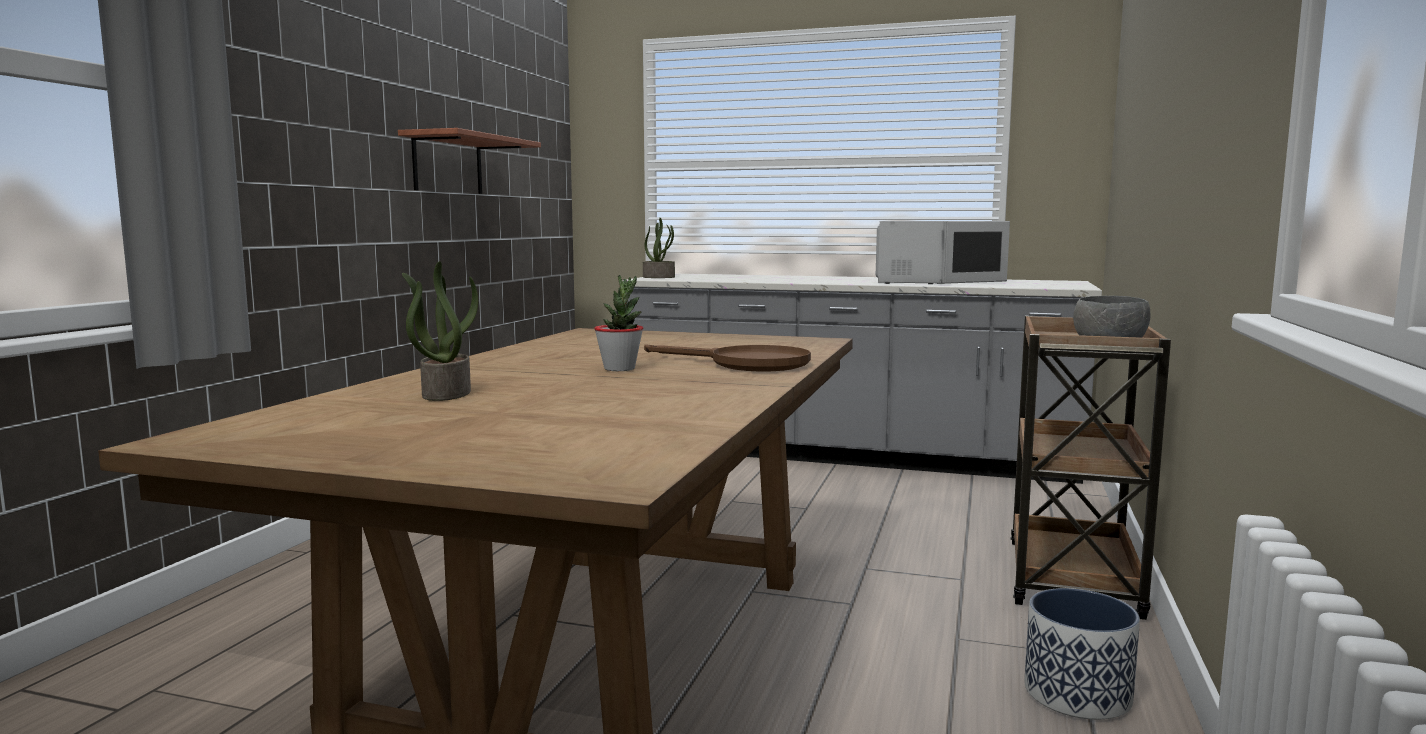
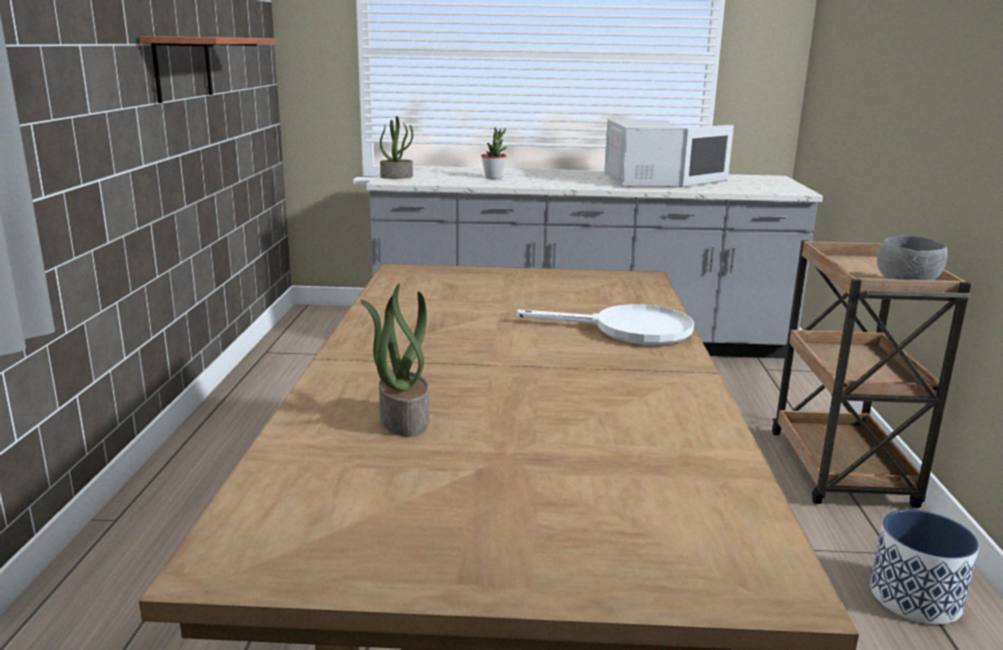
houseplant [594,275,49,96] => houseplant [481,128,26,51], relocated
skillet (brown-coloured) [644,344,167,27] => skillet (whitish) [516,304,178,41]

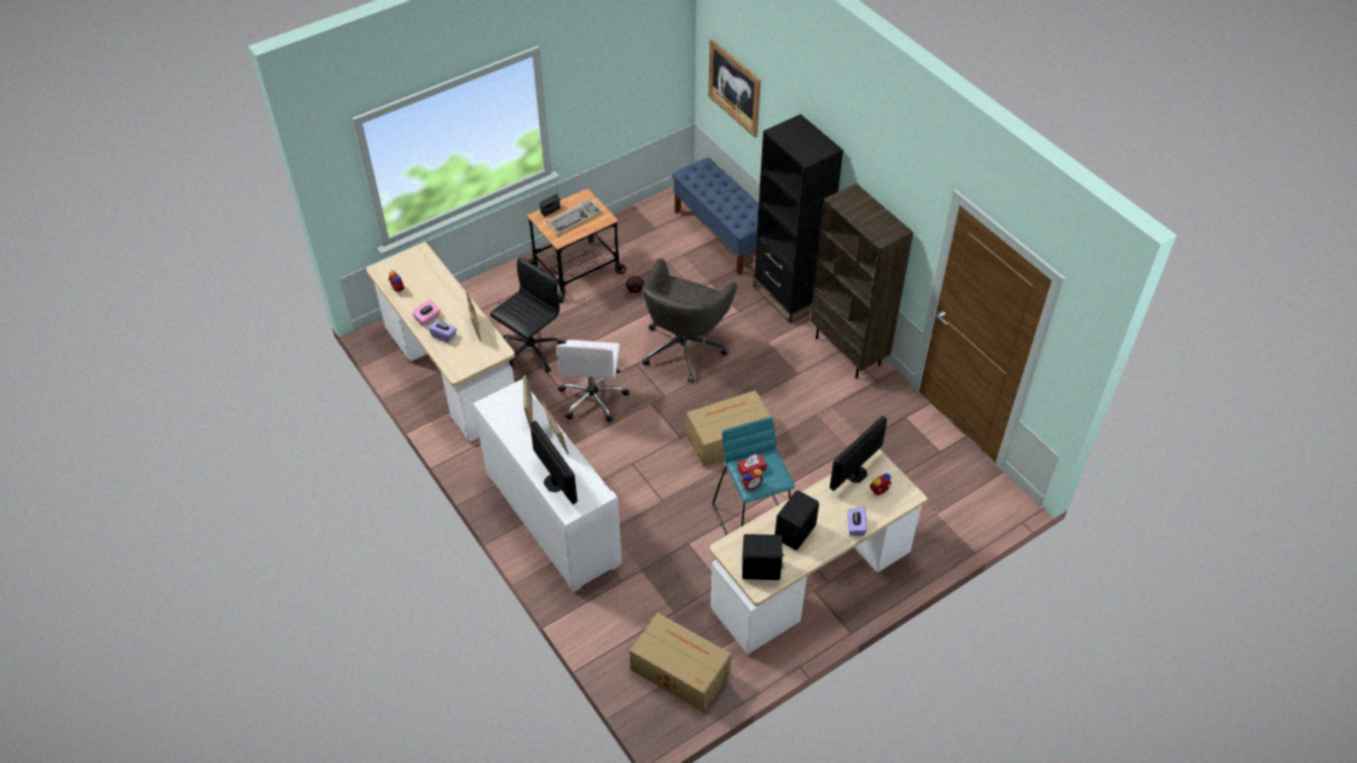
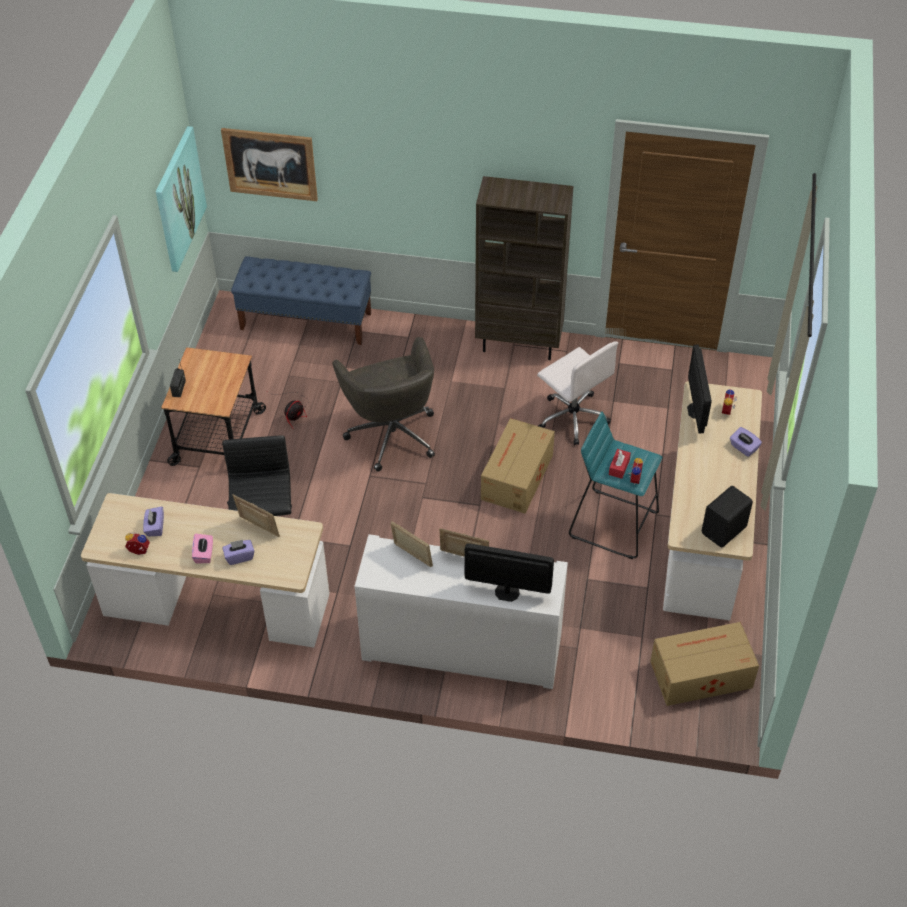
nothing => box of tissues (purplish) [143,506,21,30]
nothing => picture [156,126,51,146]
office chair (whitish) [556,340,73,82] => office chair (whitish) [537,341,81,105], relocated
keyboard [546,199,57,36] => nothing
bookshelf (black-coloured) [753,114,90,210] => nothing
speaker (black-coloured) [775,490,44,60] => nothing

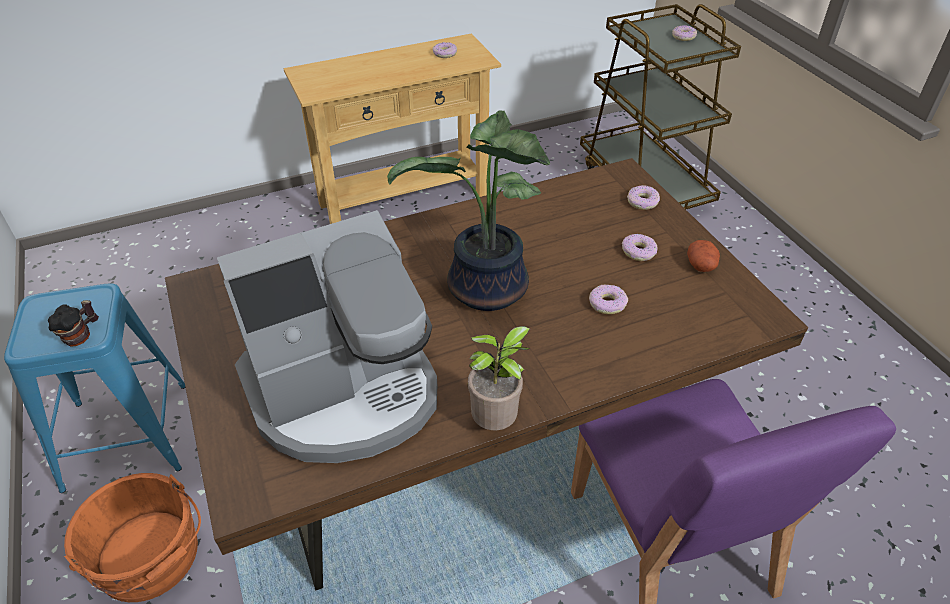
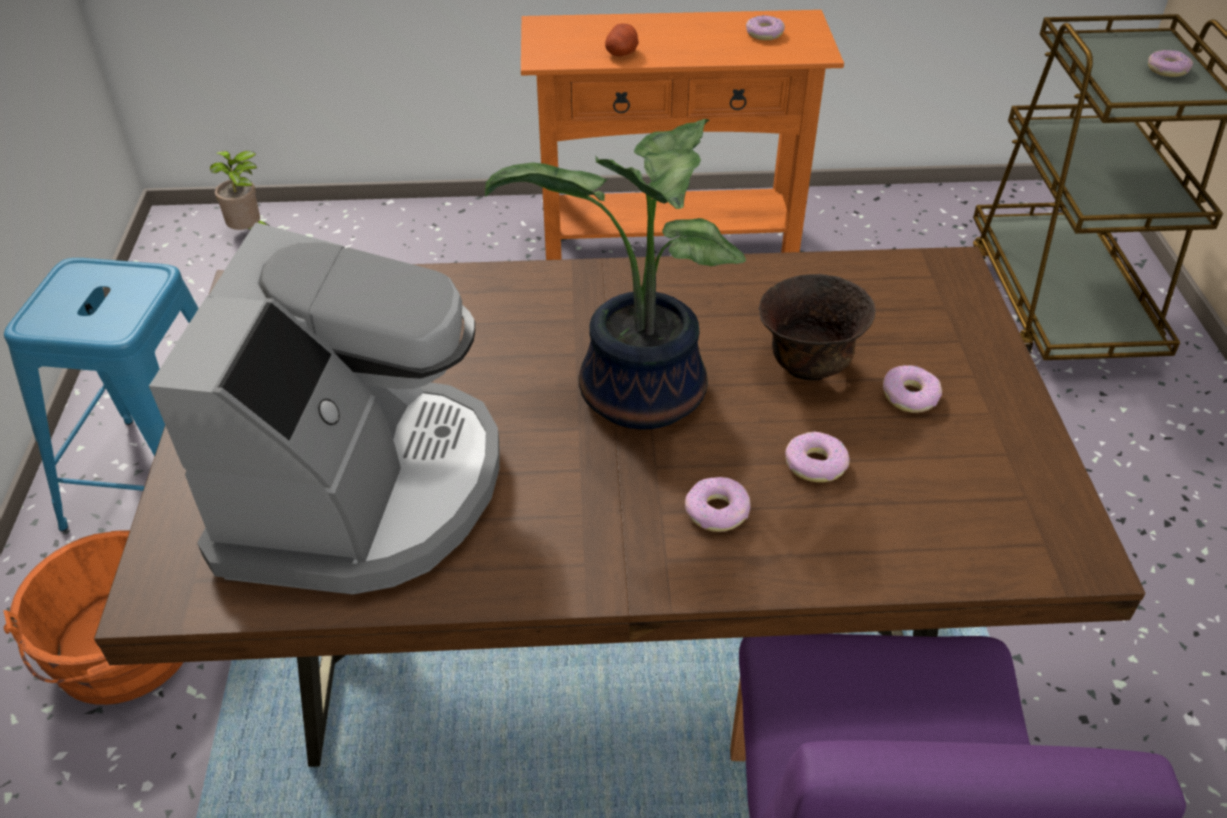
coffee maker [217,210,220,253] => coffee maker [149,222,351,372], 75 degrees counterclockwise
houseplant [468,326,62,104] => houseplant [210,151,59,79], relocated
narrow table (beige-coloured) [283,33,218,191] => narrow table (orange) [521,10,323,250]
potato [687,240,33,32] => potato [605,23,34,33], relocated
doughnut [627,185,33,25] => doughnut [685,477,65,55], relocated
nothing => serving bowl (brown-coloured) [759,274,117,107]
coffee mug [48,300,51,47] => nothing

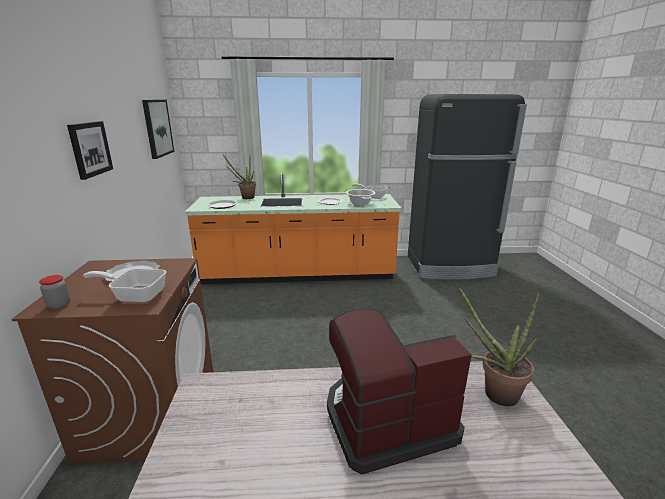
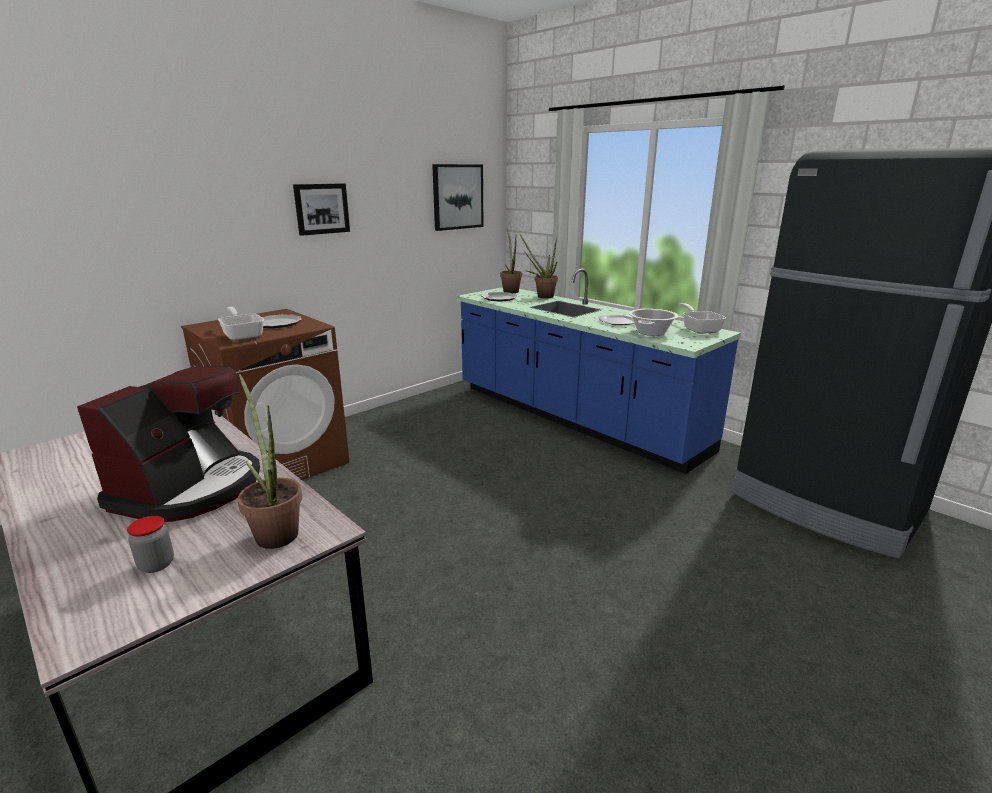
coffee maker [327,308,145,166] => coffee maker [77,366,183,156], 75 degrees clockwise
preserve jar [39,275,31,34] => preserve jar [127,516,47,57], relocated
counter (orange) [185,173,217,111] => counter (bluish) [456,269,285,205]
nothing => houseplant [500,231,22,62]

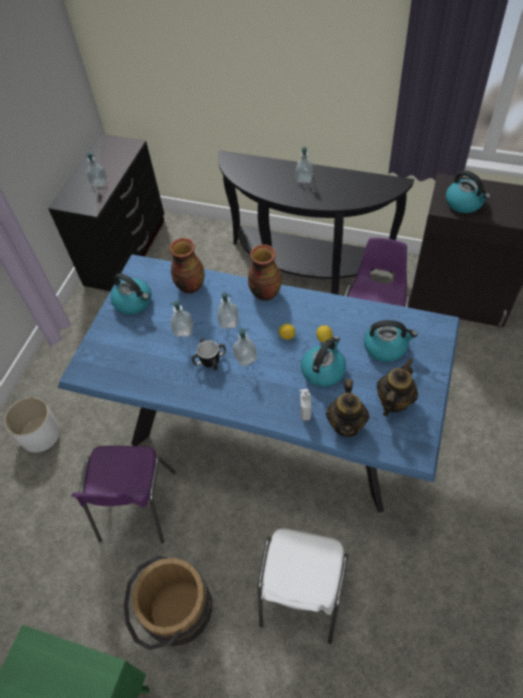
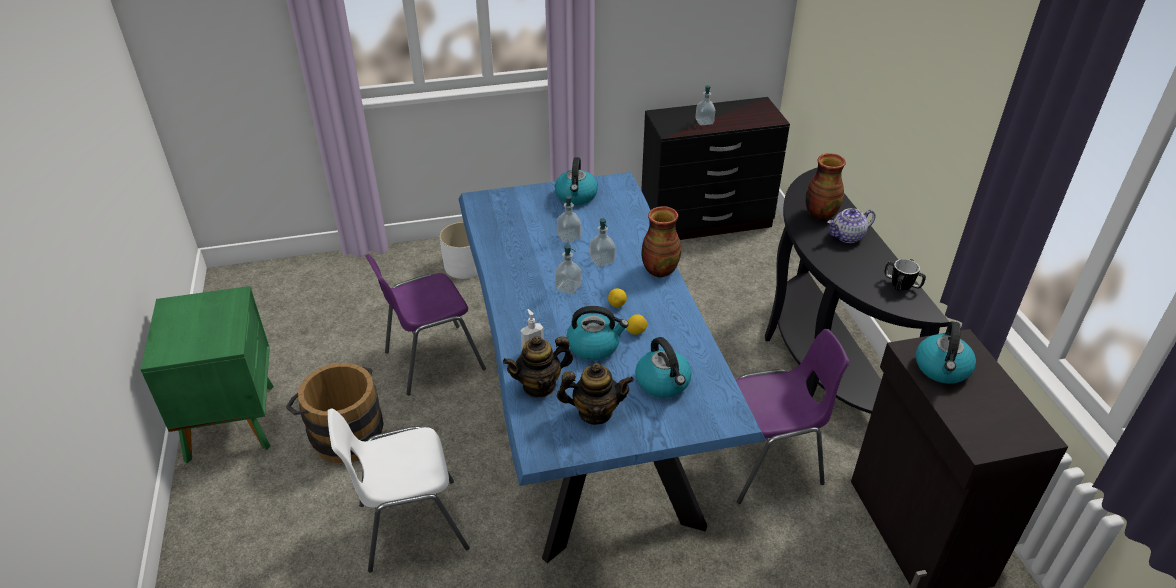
flower vase [170,238,35,55] => flower vase [805,153,41,67], relocated
soap bottle [296,147,17,36] => teapot [828,208,47,35]
coffee mug [192,339,34,32] => coffee mug [885,259,41,32], relocated

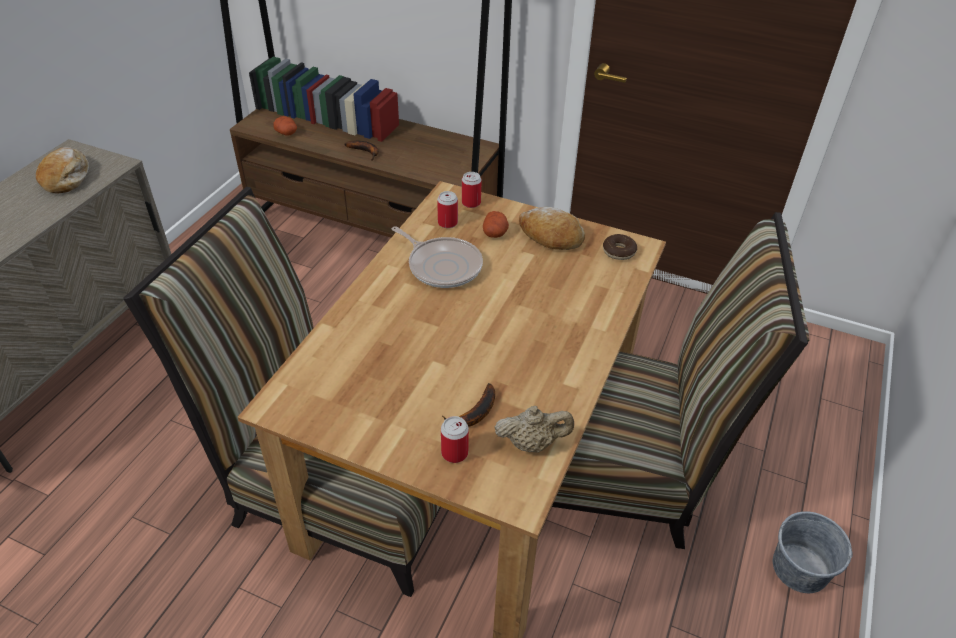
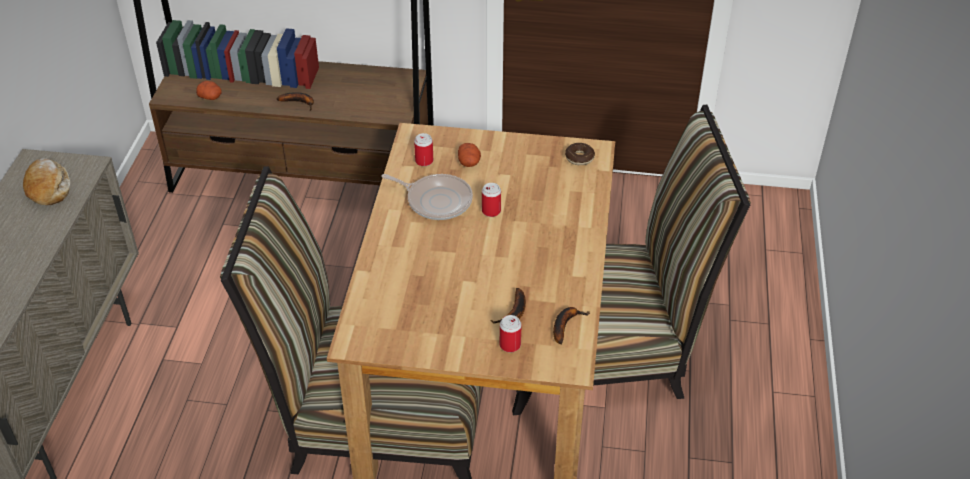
sealed can [462,172,20,36] => sealed can [482,183,19,34], relocated
teapot (beige-coloured) [495,406,79,47] => banana [553,307,36,38]
bakery bread [519,207,66,43] => nothing
bucket (greyish) [773,511,80,82] => nothing

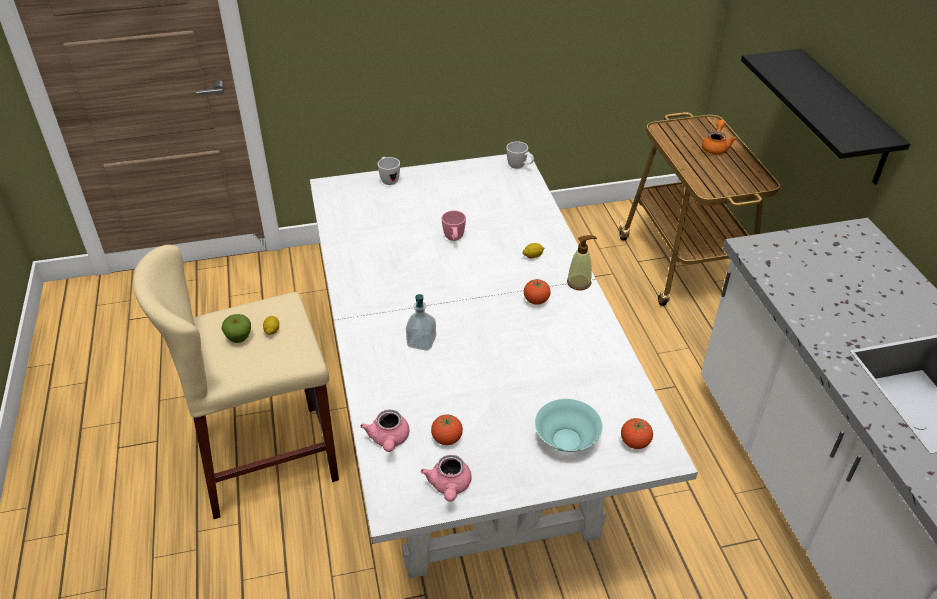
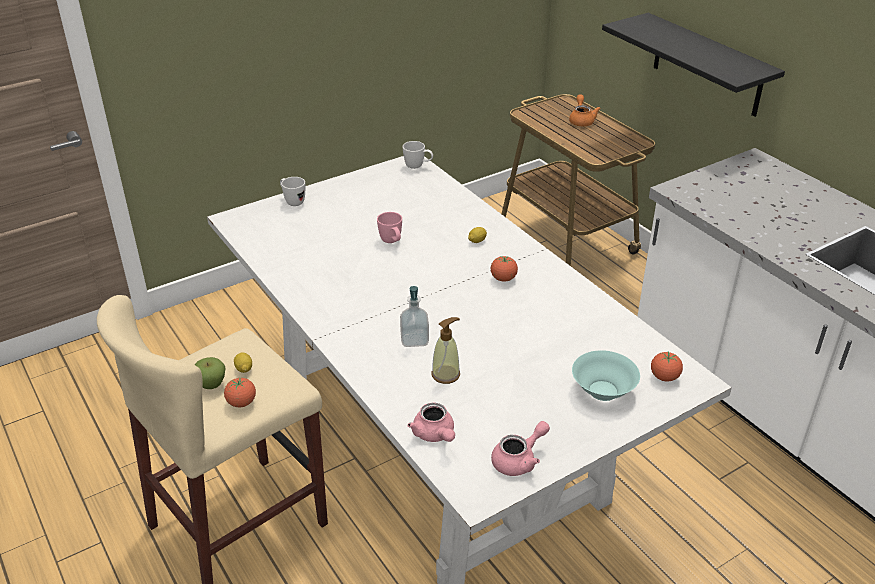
whole tomato [431,415,32,30] => whole tomato [224,378,32,29], relocated
soap bottle [567,235,30,55] => soap bottle [431,317,29,67], relocated
teapot (pink-coloured) [421,455,50,47] => teapot (pink-coloured) [491,421,59,55], 105 degrees counterclockwise

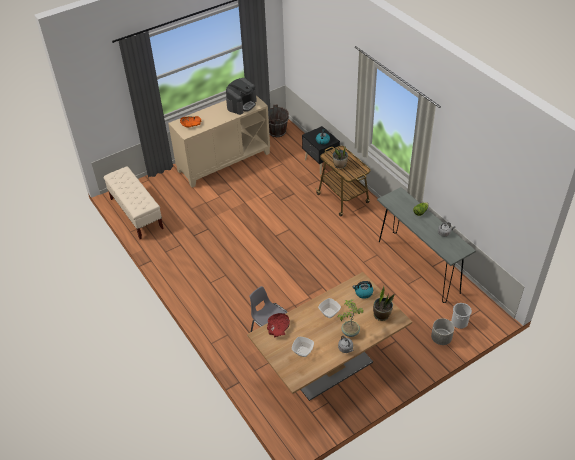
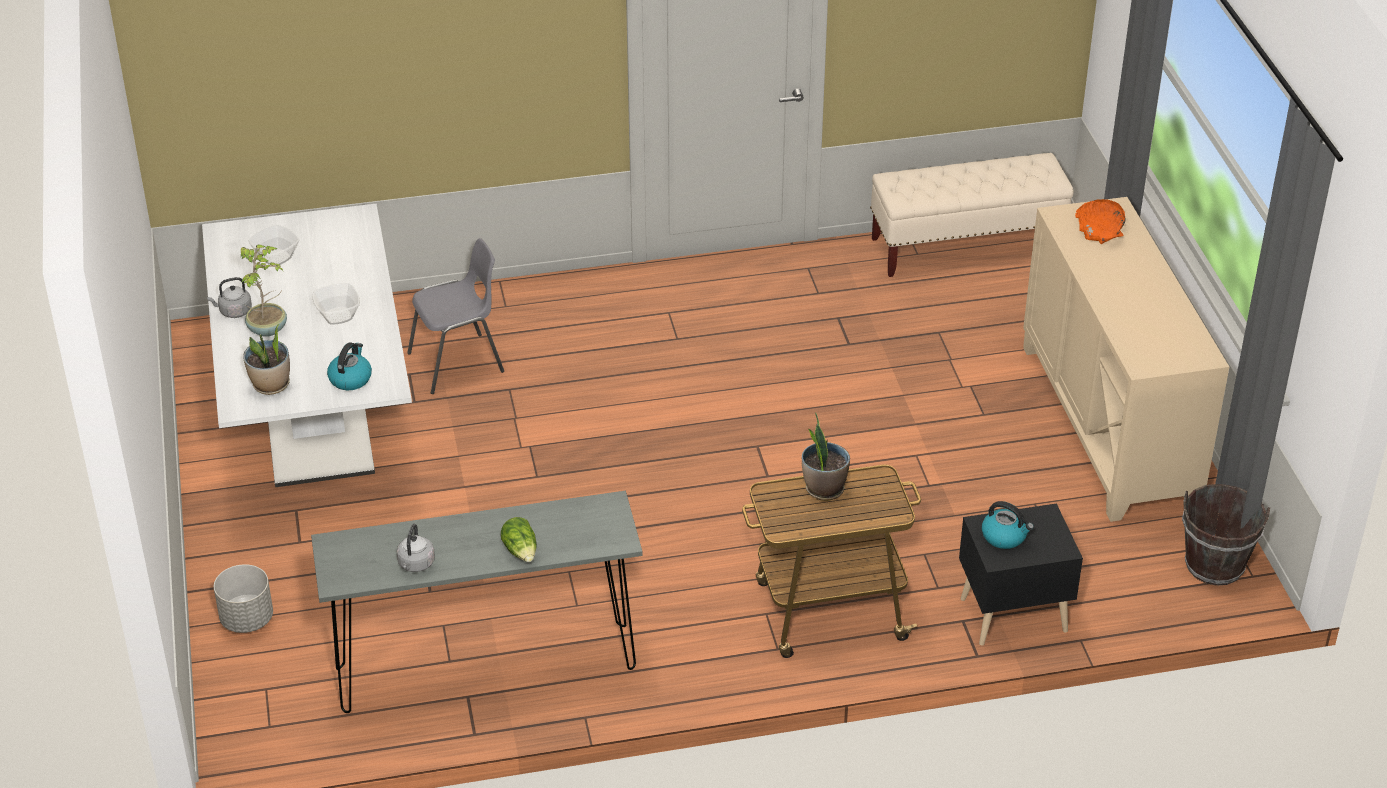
dining table (brown-coloured) [247,272,165,129] => dining table (whitish) [202,204,210,283]
coffee maker [226,78,31,37] => nothing
serving bowl (red-coloured) [267,313,23,25] => nothing
bucket [451,303,21,26] => nothing

